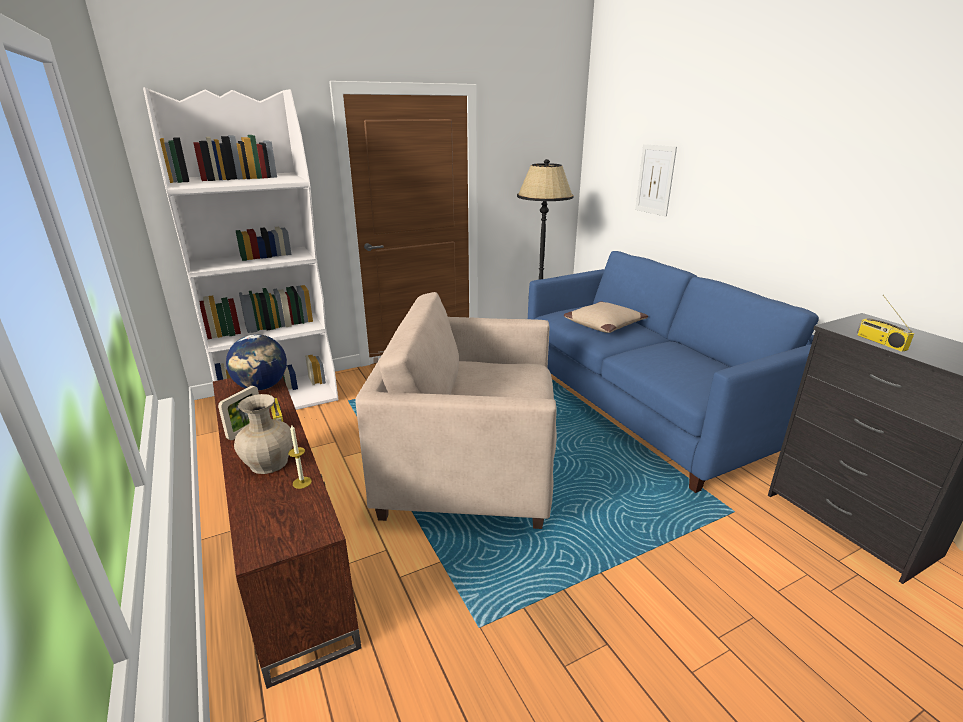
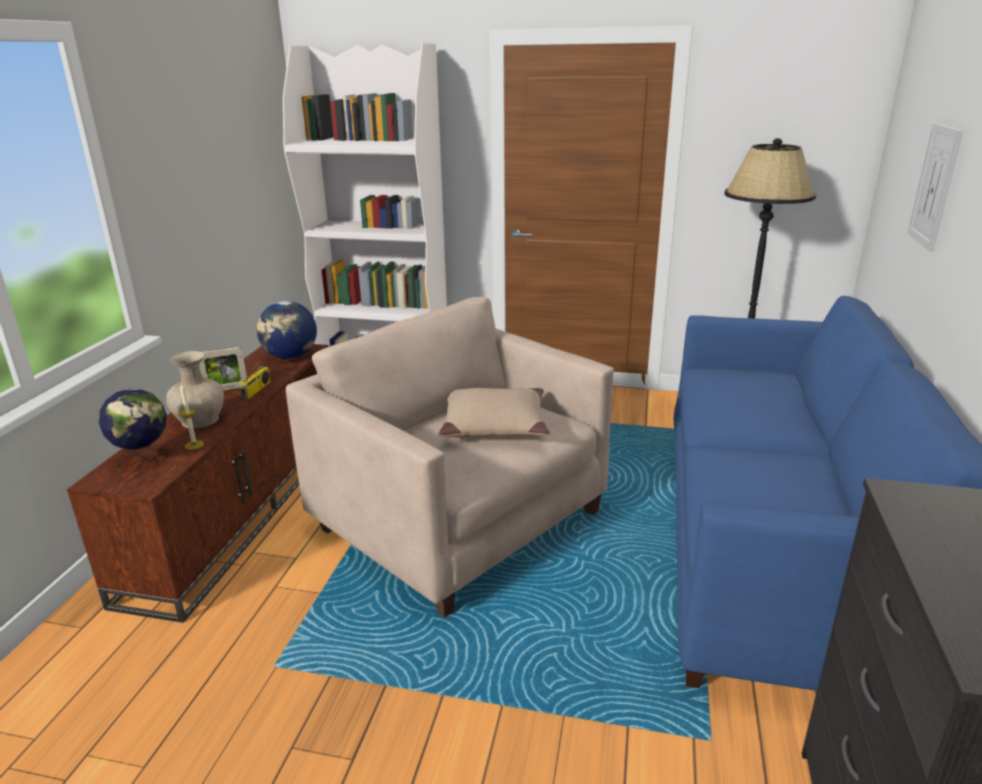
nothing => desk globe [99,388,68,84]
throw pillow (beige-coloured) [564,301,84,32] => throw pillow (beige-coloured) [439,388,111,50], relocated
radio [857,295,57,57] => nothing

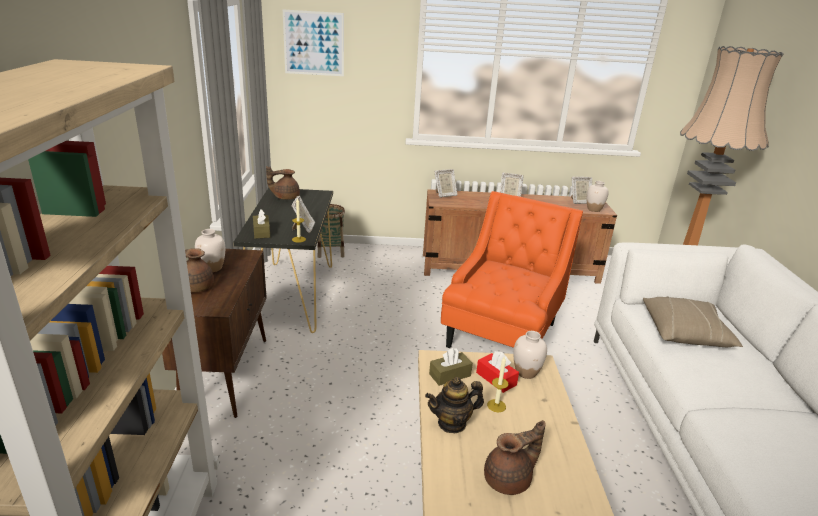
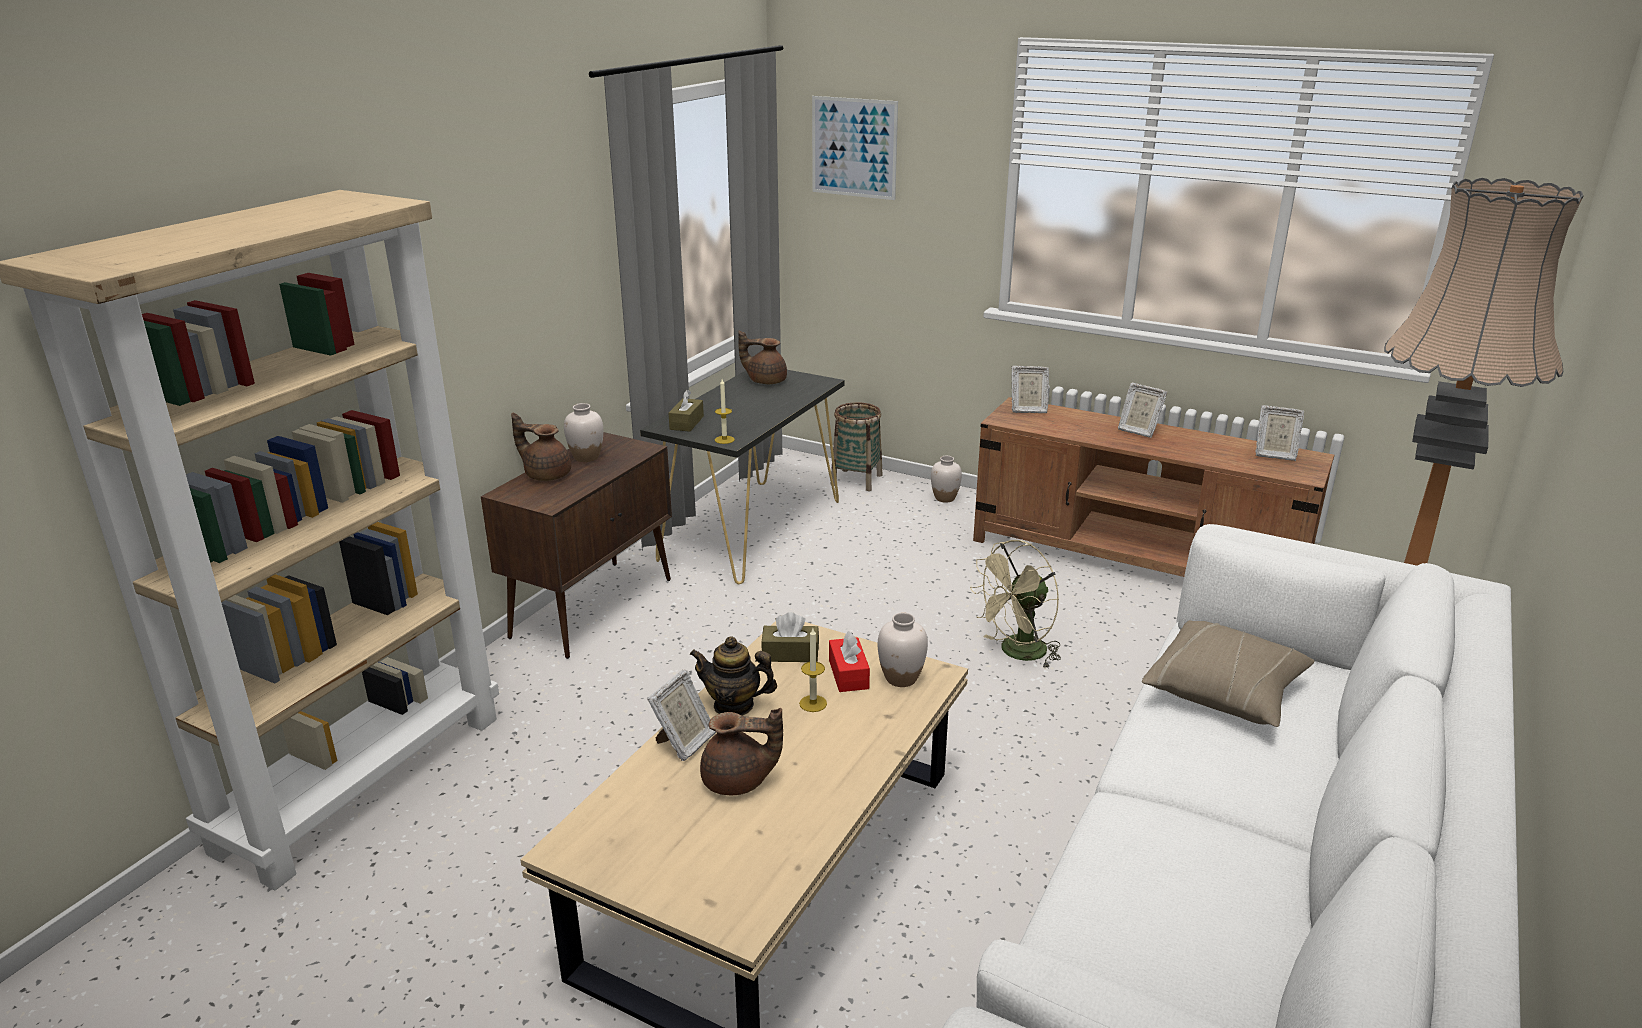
photo frame [292,196,23,37] => photo frame [647,670,69,91], relocated
flower vase (whitish) [587,181,21,31] => flower vase (whitish) [931,456,31,47], relocated
lounge chair (orange) [441,191,142,157] => cooling fan (beige-coloured) [970,540,91,128]

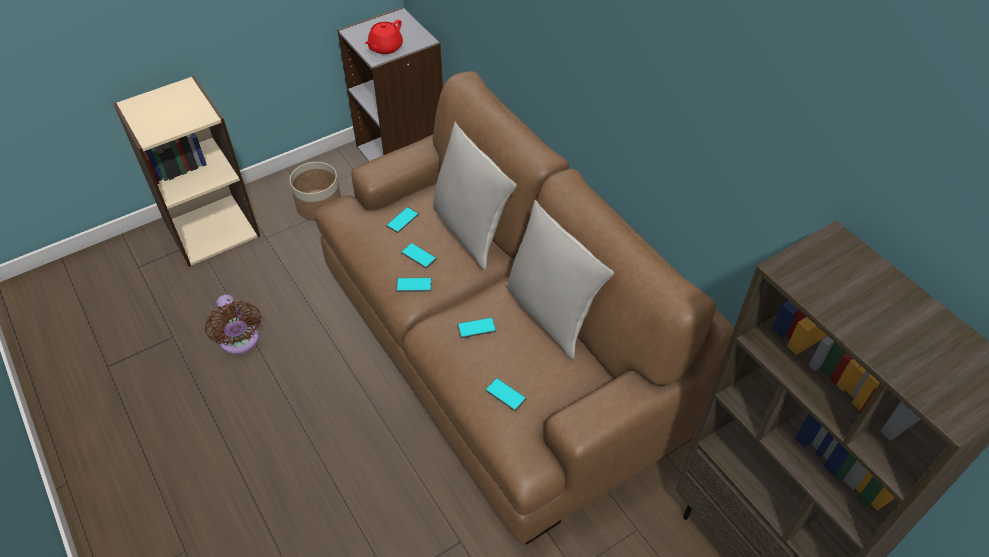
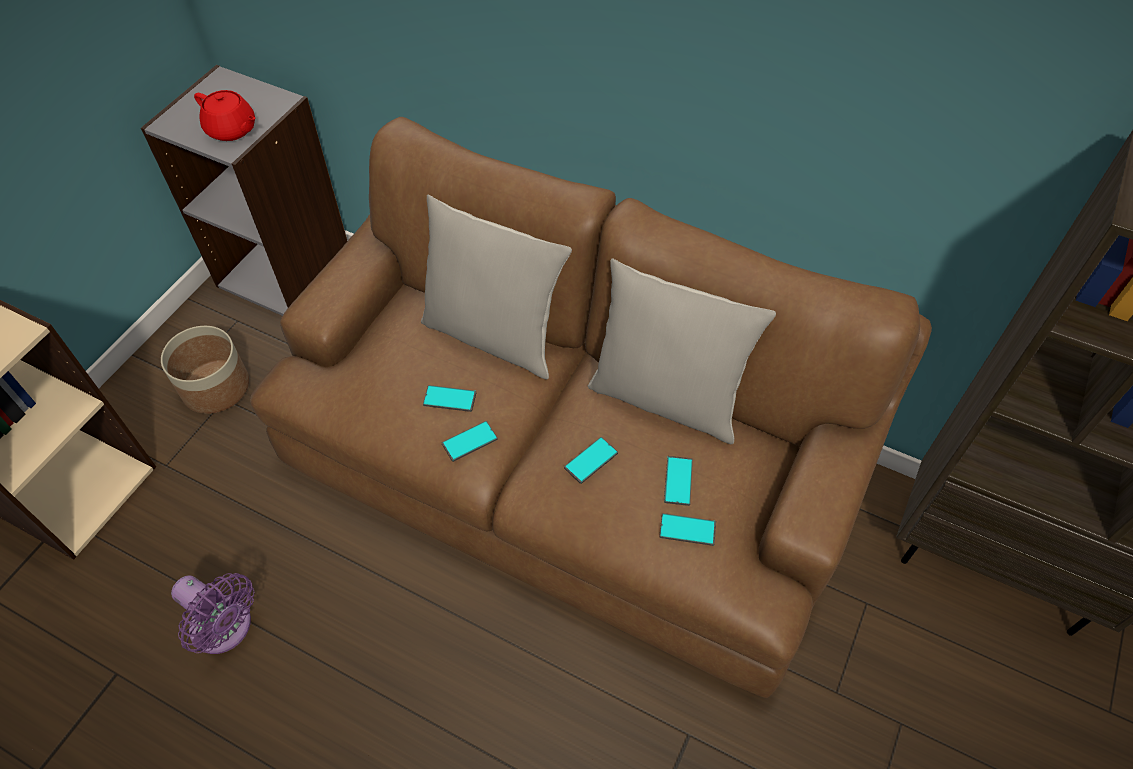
cooling fan (brown-coloured) [204,295,57,59] => cooling fan (purplish) [171,573,83,81]
teapot (red-coloured) [365,20,38,34] => teapot (red-coloured) [194,90,61,51], 60 degrees counterclockwise
telephone [386,207,33,26] => telephone [664,456,29,50], relocated

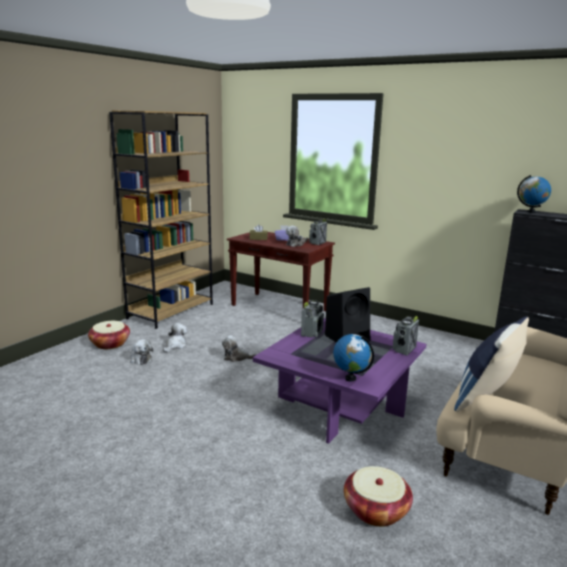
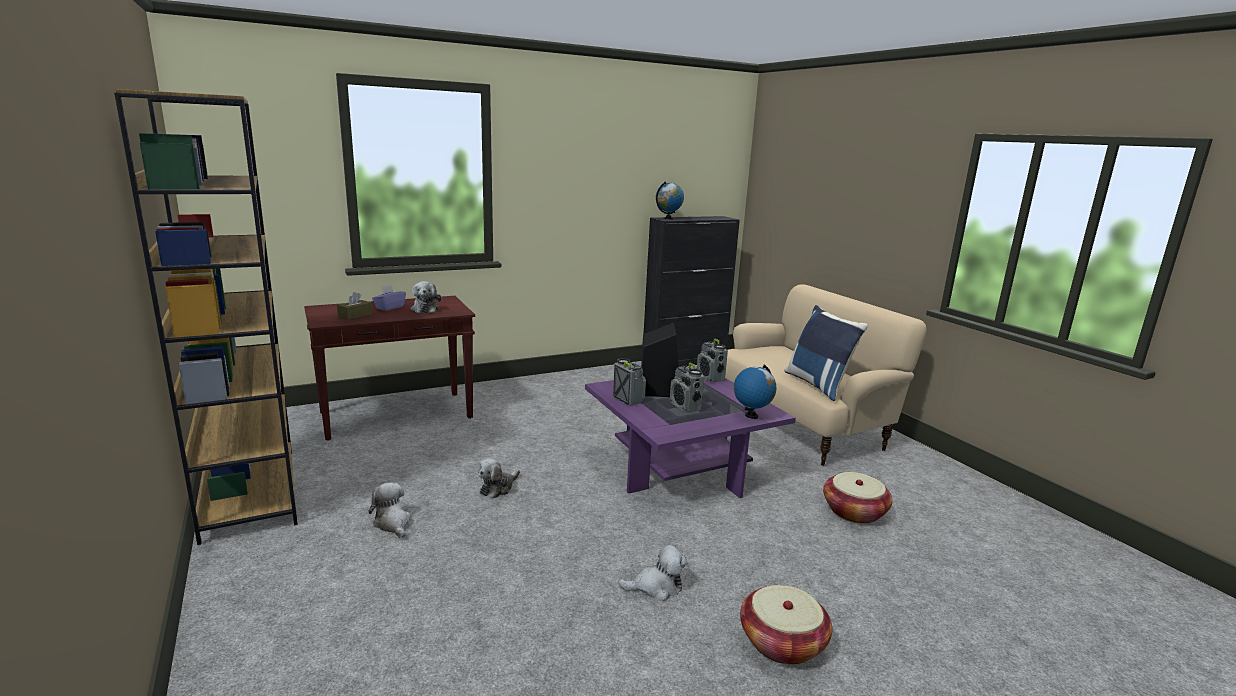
cuddly toy [130,339,23,26] => cuddly toy [618,544,70,57], relocated
radio [309,219,18,26] => radio [670,362,34,50], relocated
storage basket [88,321,42,28] => storage basket [740,585,92,80], relocated

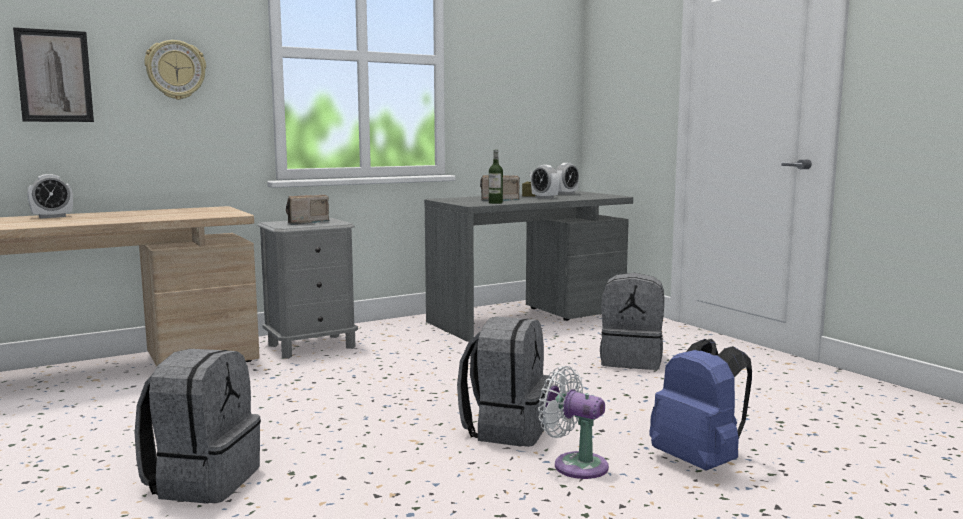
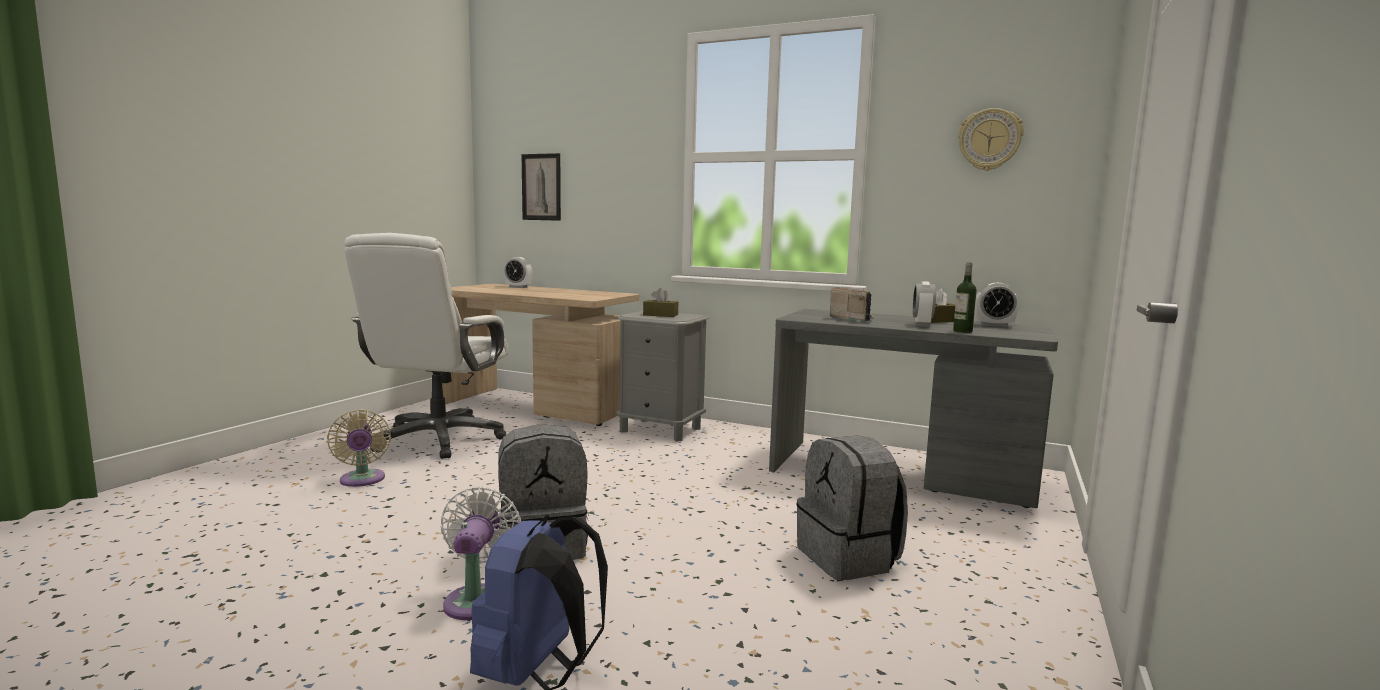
rucksack (greyish) [135,349,126,155] => cooling fan (beige-coloured) [327,410,64,77]
nothing => office chair (whitish) [345,233,164,226]
radio [286,195,43,30] => box of tissues (brown-coloured) [643,288,35,29]
bottle [489,150,14,54] => bottle [953,263,24,70], relocated
wall clock [144,40,62,60] => wall clock [958,108,66,63], relocated

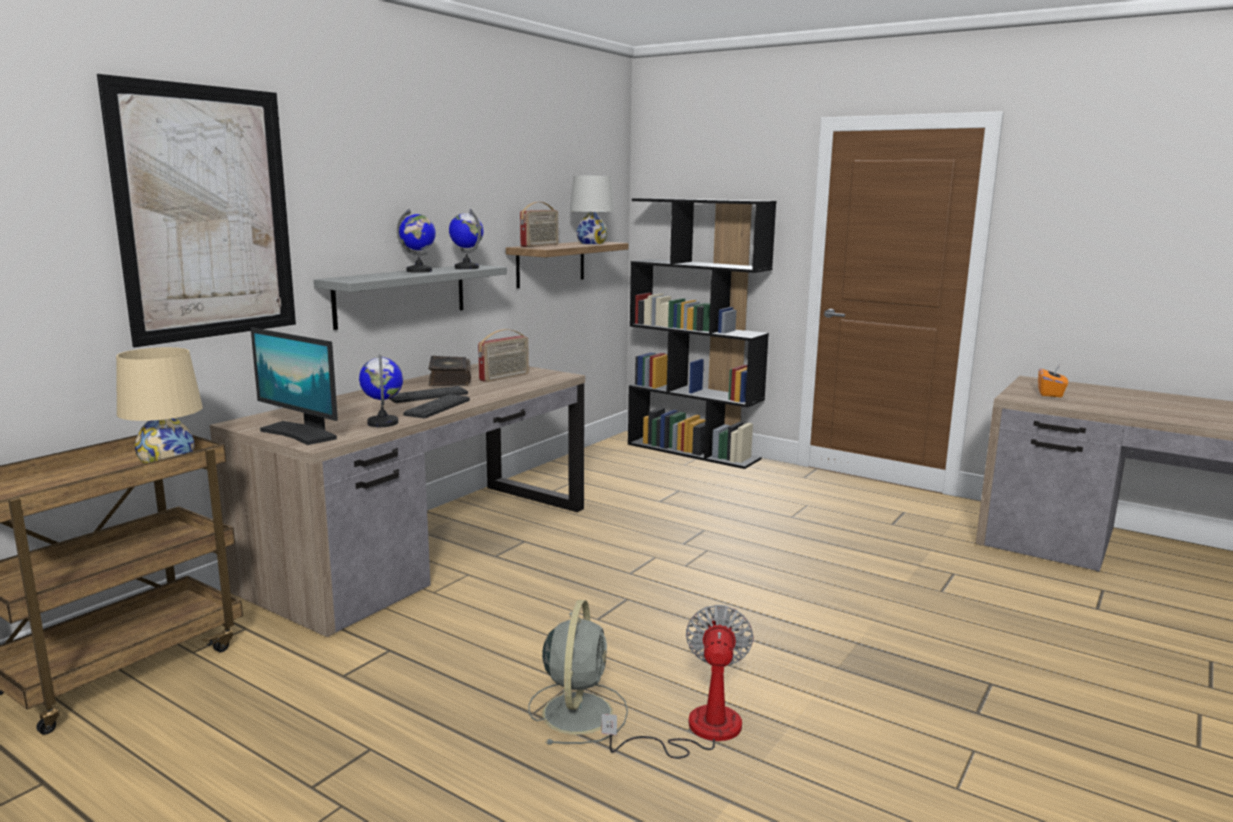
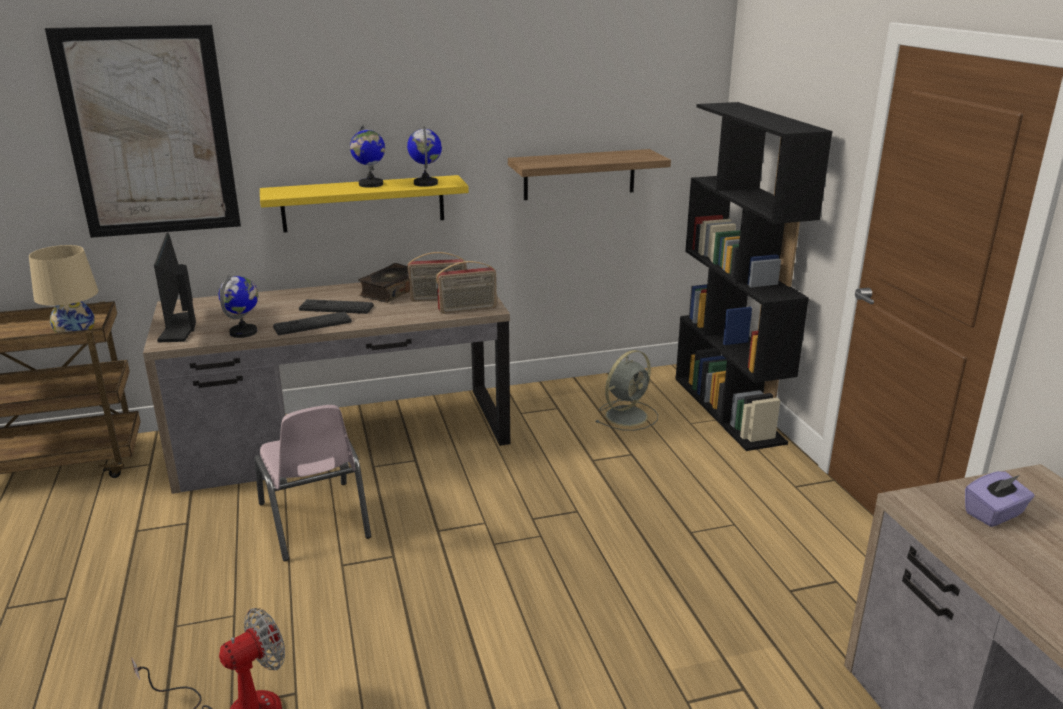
nothing => upright chair (pink-coloured) [254,405,117,156]
shelf (greyish) [313,265,194,65] => shelf (yellowish) [260,175,209,58]
radio [520,202,38,45] => radio [436,261,61,53], relocated
cooling fan (greyish) [528,600,100,145] => cooling fan (greyish) [596,350,62,81], relocated
box of tissues (orange) [1038,365,30,32] => box of tissues (purplish) [965,471,70,56]
lamp for a table (whitish) [570,175,44,69] => nothing

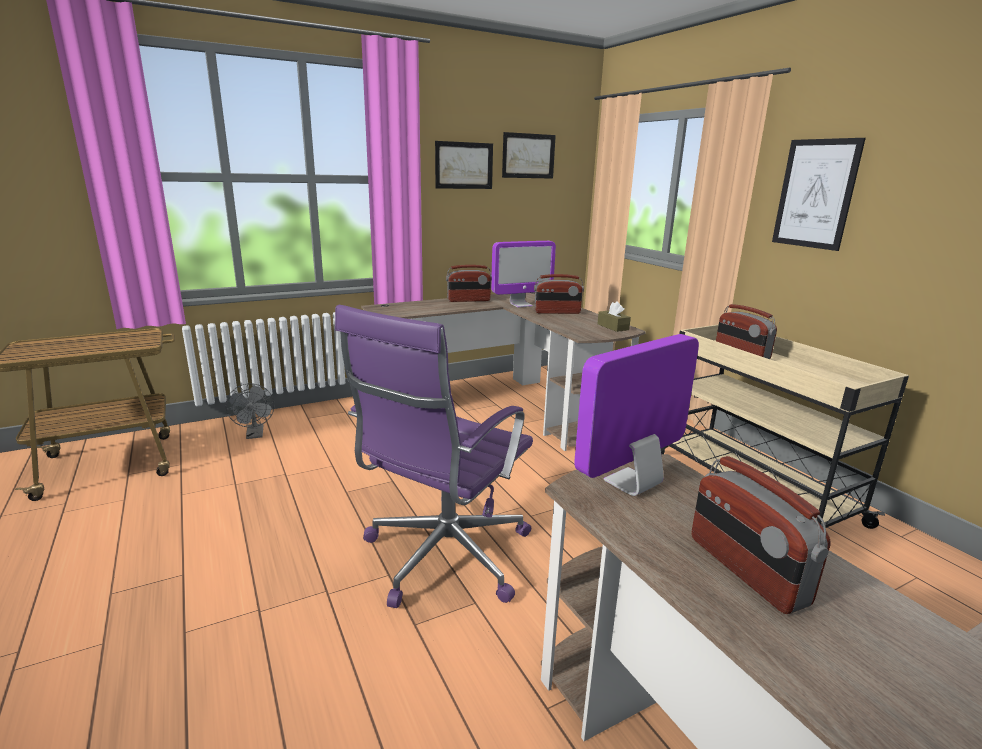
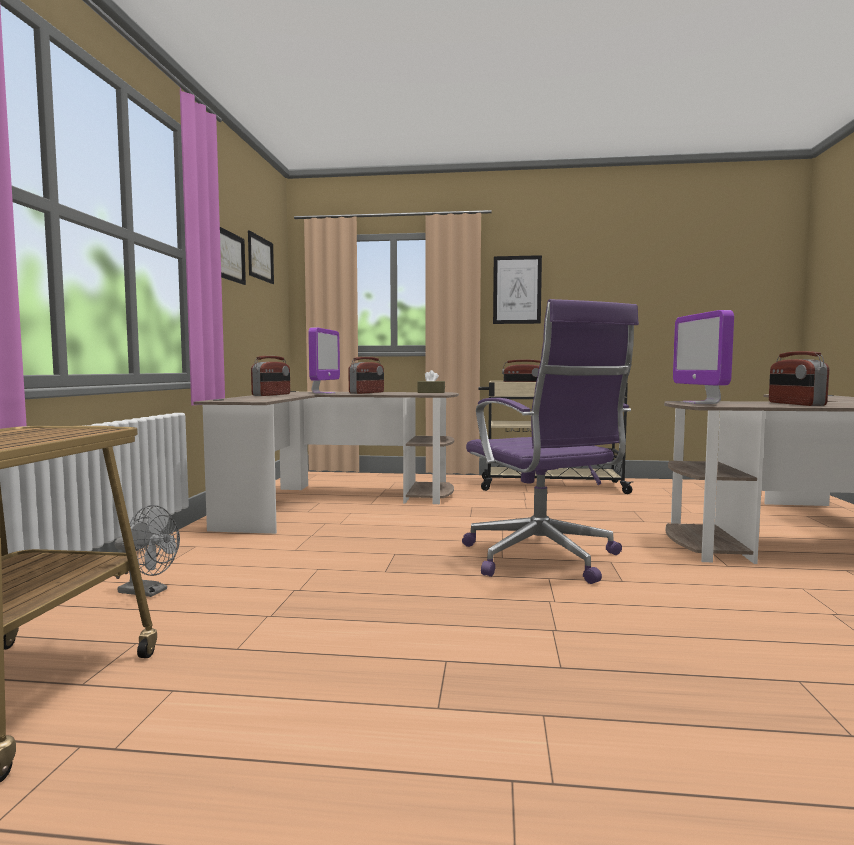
radio [692,456,139,158] => radio [769,351,60,55], 75 degrees clockwise

